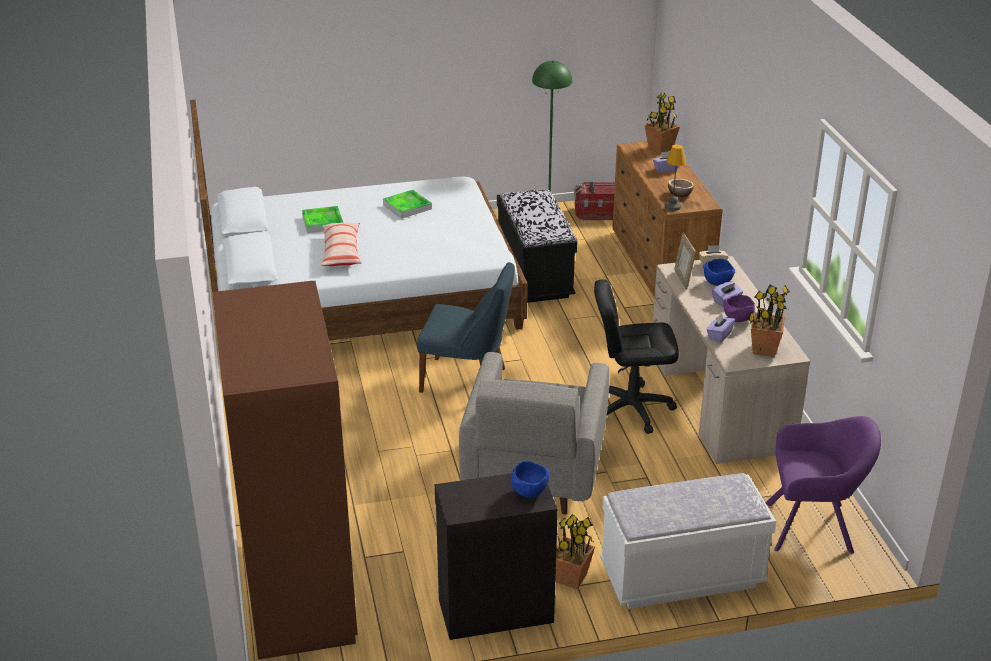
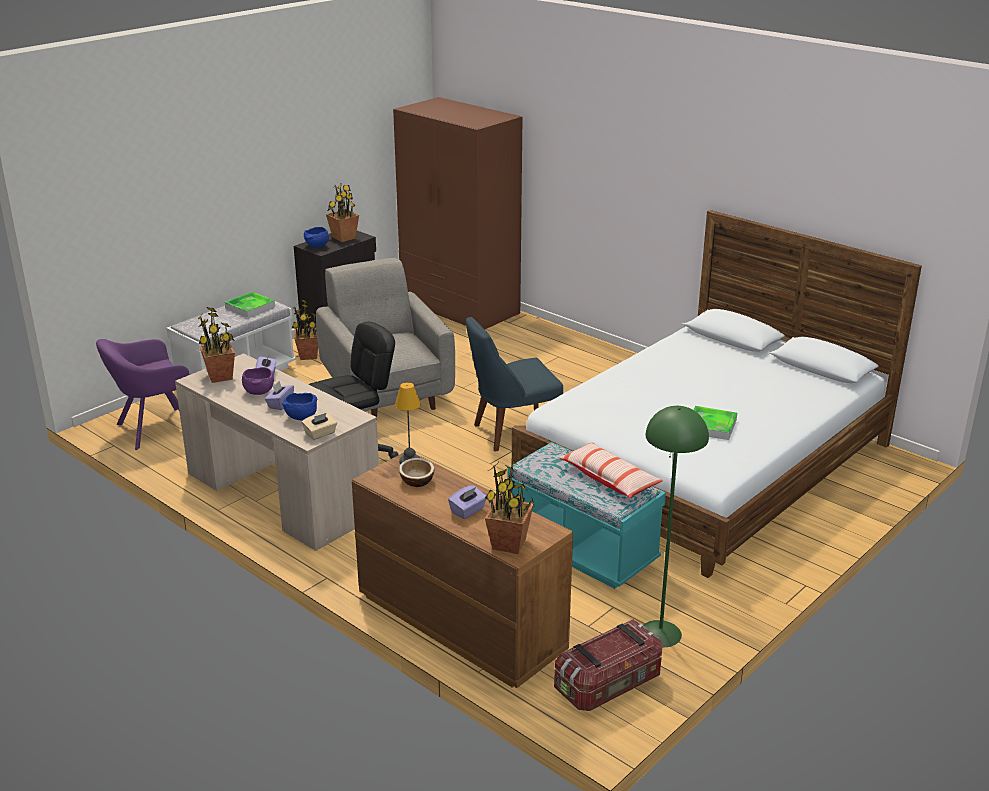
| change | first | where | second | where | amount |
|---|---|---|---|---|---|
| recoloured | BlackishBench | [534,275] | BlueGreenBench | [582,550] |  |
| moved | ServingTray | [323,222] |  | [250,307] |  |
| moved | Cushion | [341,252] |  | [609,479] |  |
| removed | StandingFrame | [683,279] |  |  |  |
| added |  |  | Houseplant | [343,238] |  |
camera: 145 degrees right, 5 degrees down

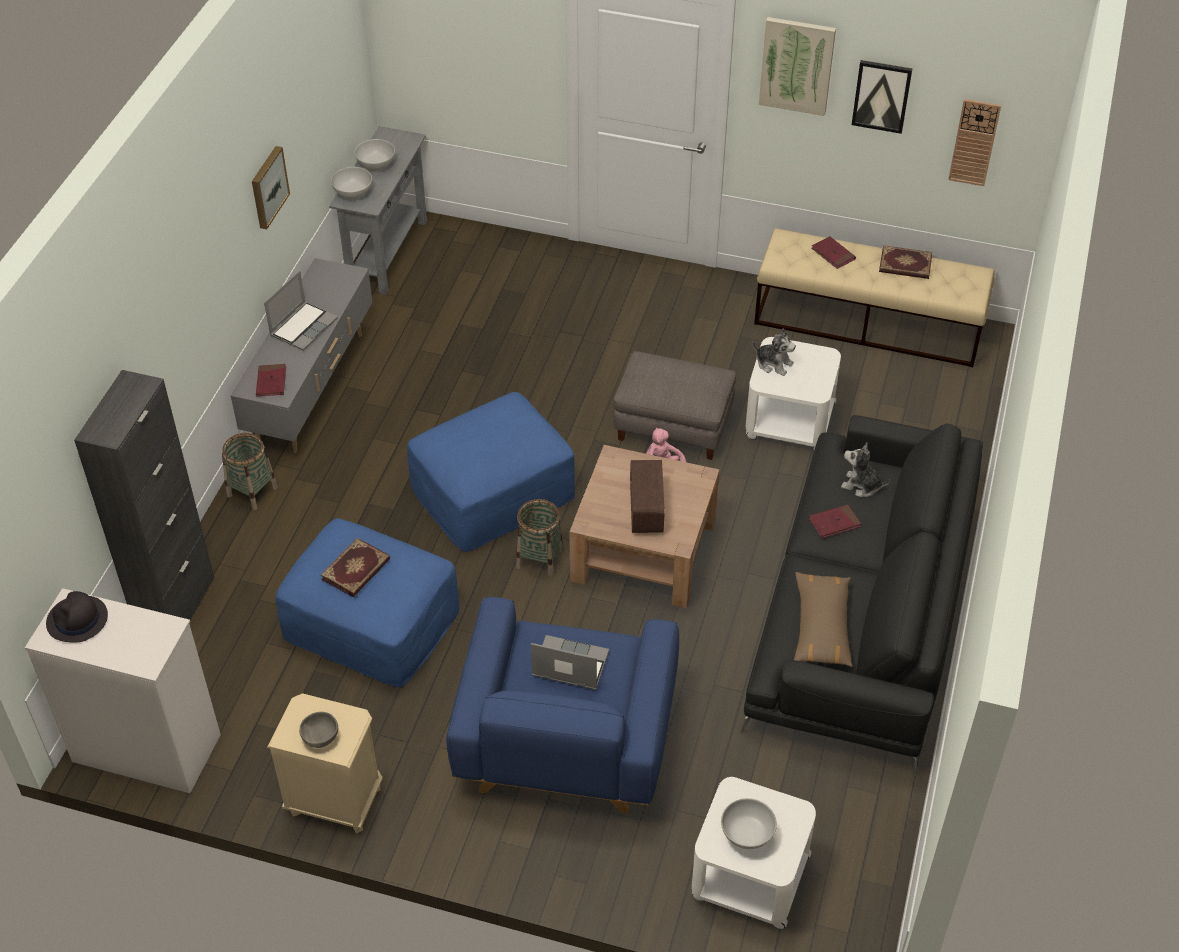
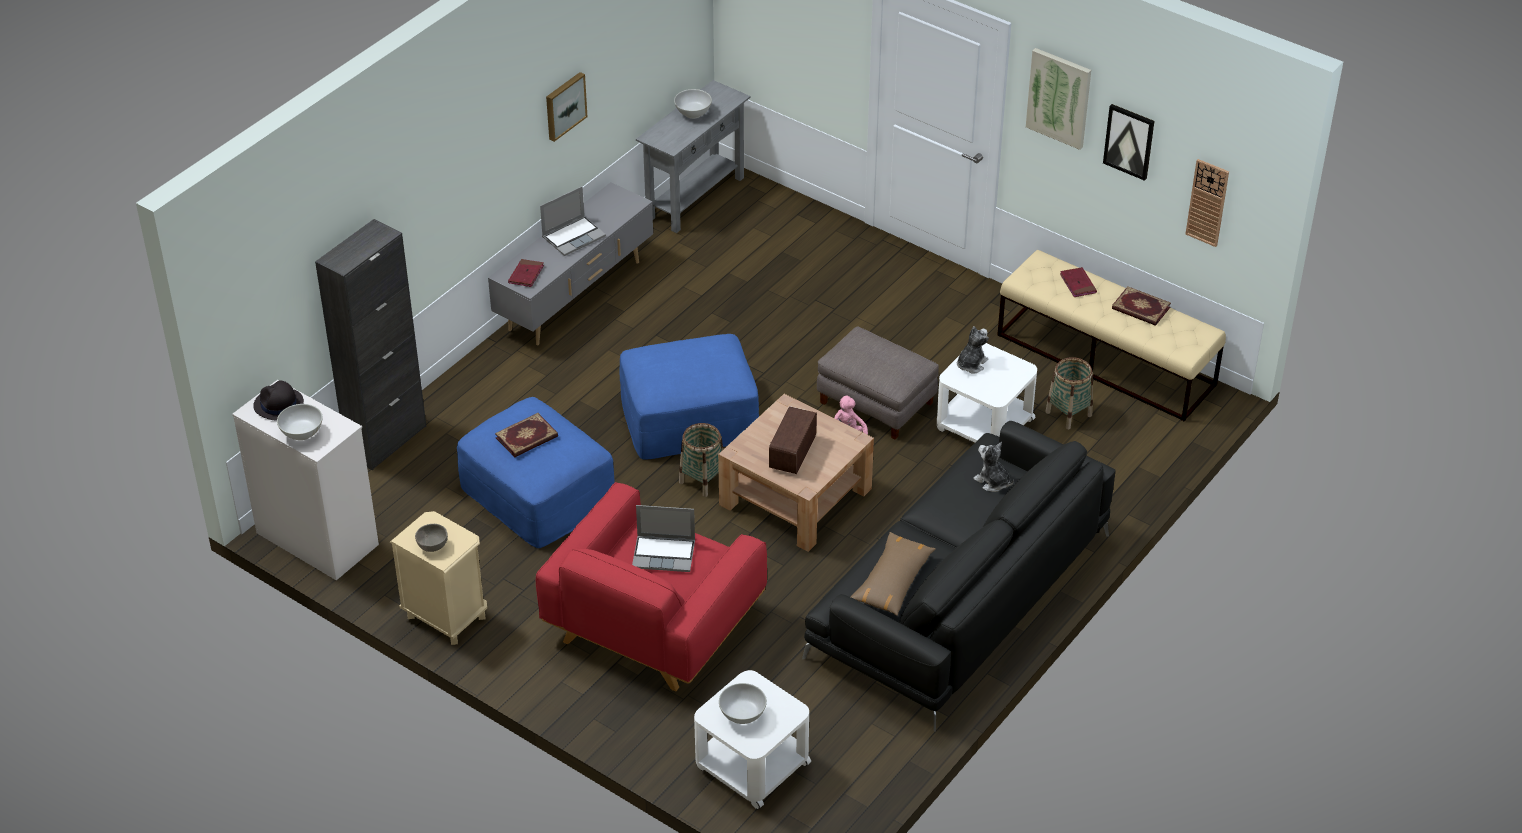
| change | first | where | second | where | amount |
|---|---|---|---|---|---|
| moved | WhiteDeepDish | [353,193] |  | [301,433] |  |
| turned | CuddlyToy | [773,364] |  | [971,364] | 105 degrees counterclockwise |
| moved | Basket | [252,491] |  | [1068,414] |  |
| removed | RedVolume | [834,523] |  |  |  |
| recoloured | BlueColouredArmchair | [566,738] | RedArmchair | [654,622] |  |
| turned | Laptop | [569,665] |  | [664,554] | 150 degrees clockwise |
camera: 20 degrees right, 5 degrees down

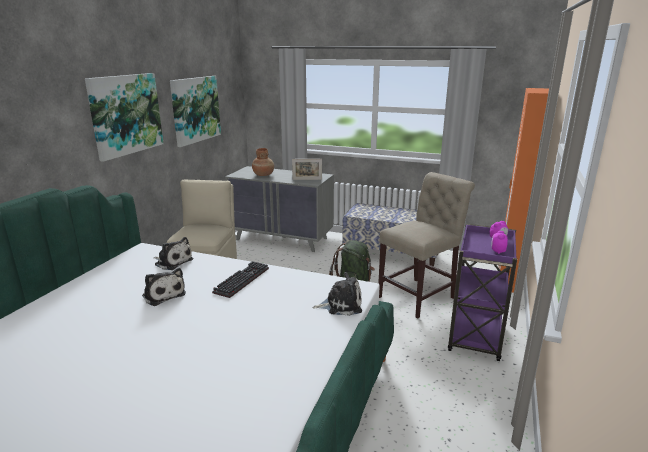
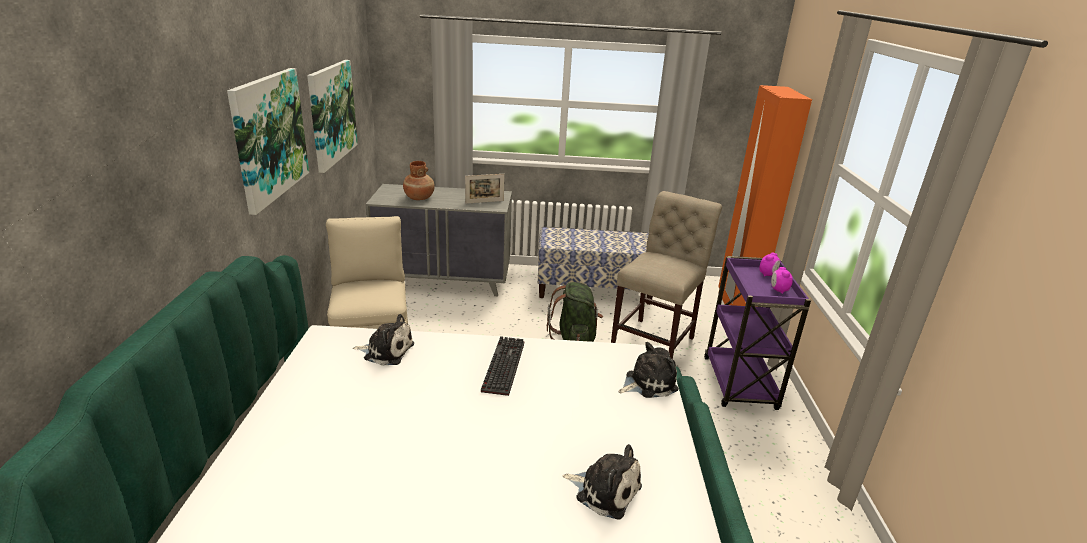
| change | first | where | second | where | amount |
|---|---|---|---|---|---|
| moved | CuddlyToy | [163,294] |  | [605,490] |  |
camera: 20 degrees left, 5 degrees up

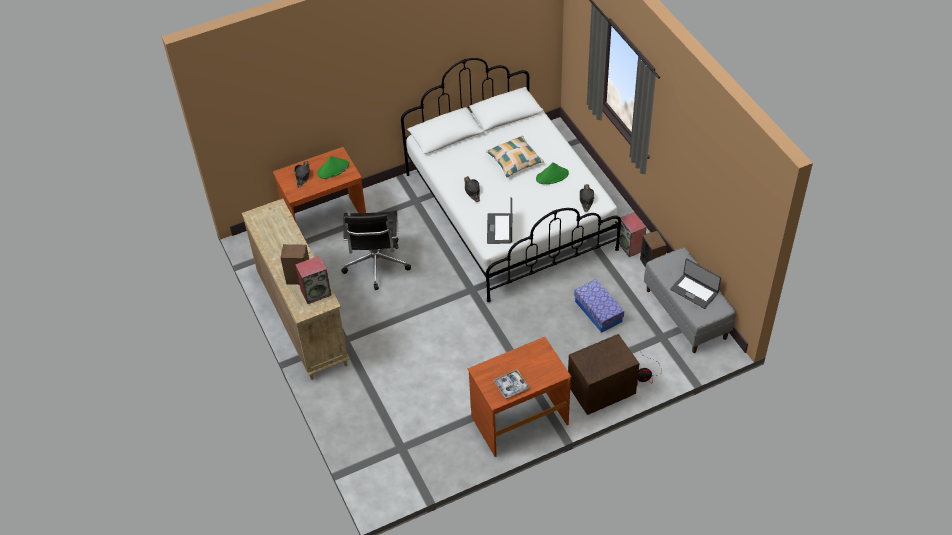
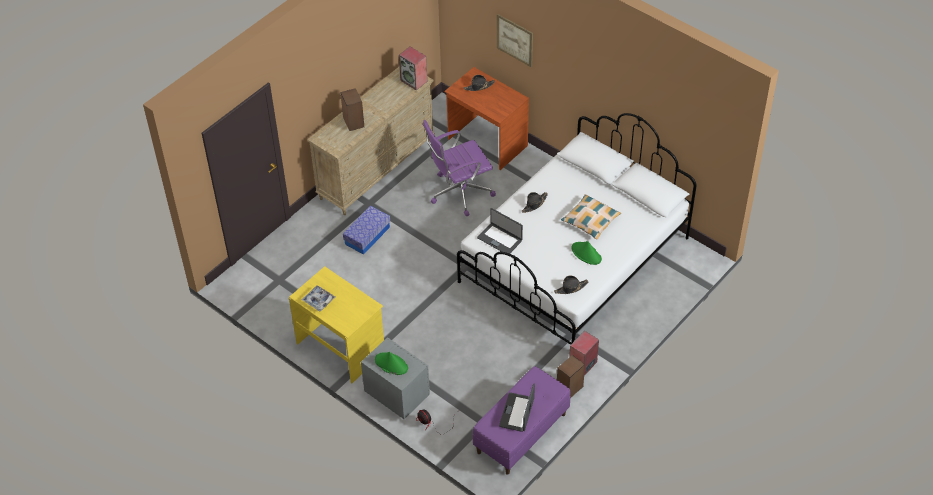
| change | first | where | second | where | amount |
|---|---|---|---|---|---|
| moved | GreenColouredWearableHat | [333,169] |  | [391,364] |  |
| turned | Laptop | [500,228] |  | [500,239] | 120 degrees counterclockwise |
| recoloured | BlackishOfficeChair | [376,265] | PurpleColouredOfficeChair | [459,192] |  |
| recoloured | GreyBench | [686,314] | PurpleColouredBench | [521,434] |  |
| moved | Loudspeaker | [316,292] |  | [414,81] |  |
| moved | StorageBin | [598,311] |  | [367,235] |  |
| recoloured | BrownishBedsideTable | [600,392] | GreyBedsideTable | [397,395] |  |
| recoloured | BrownishDeskTable | [519,420] | YellowDeskTable | [341,347] |  |
| added |  |  | WallArt | [515,40] |  |
camera: 65 degrees right, 0 degrees up

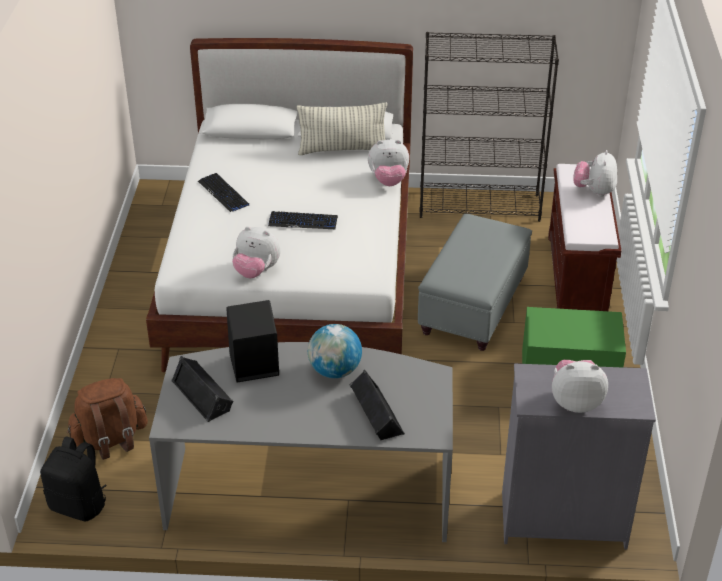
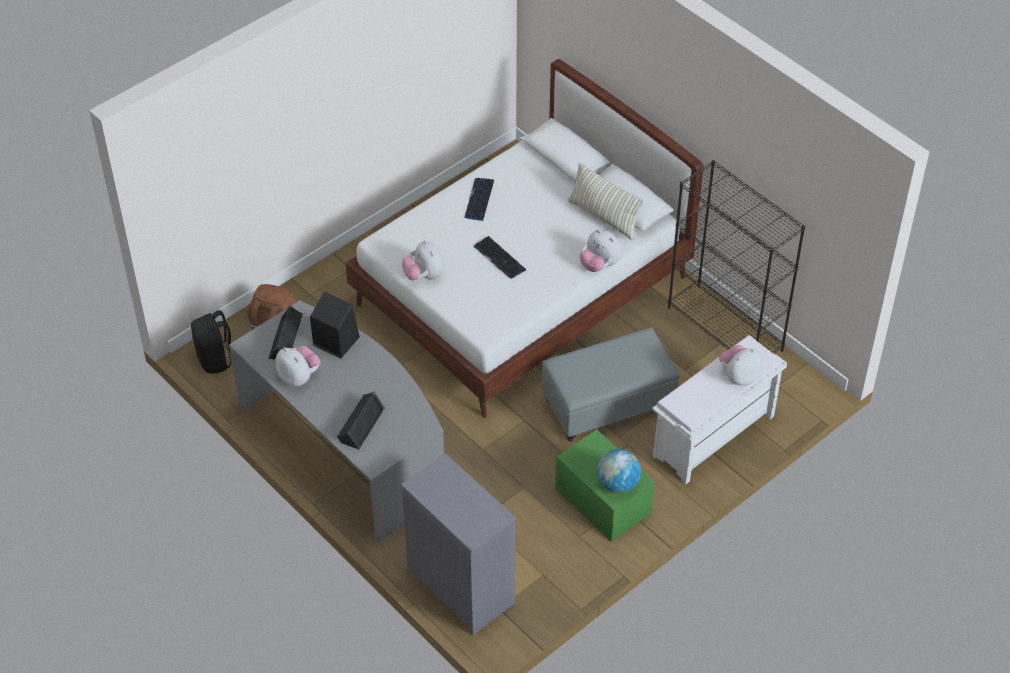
| change | first | where | second | where | amount |
|---|---|---|---|---|---|
| recoloured | BrownishBench | [577,277] | WhiteBench | [713,437] |  |
| moved | Globe | [335,371] |  | [617,483] |  |
| moved | CuddlyToy | [575,402] |  | [299,377] |  |
camera: 45 degrees right, 10 degrees up

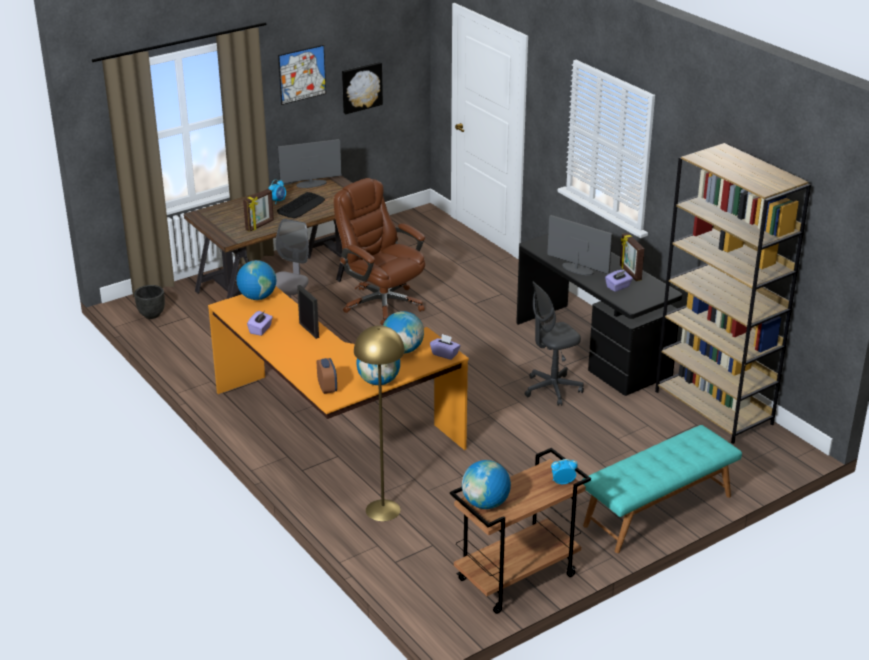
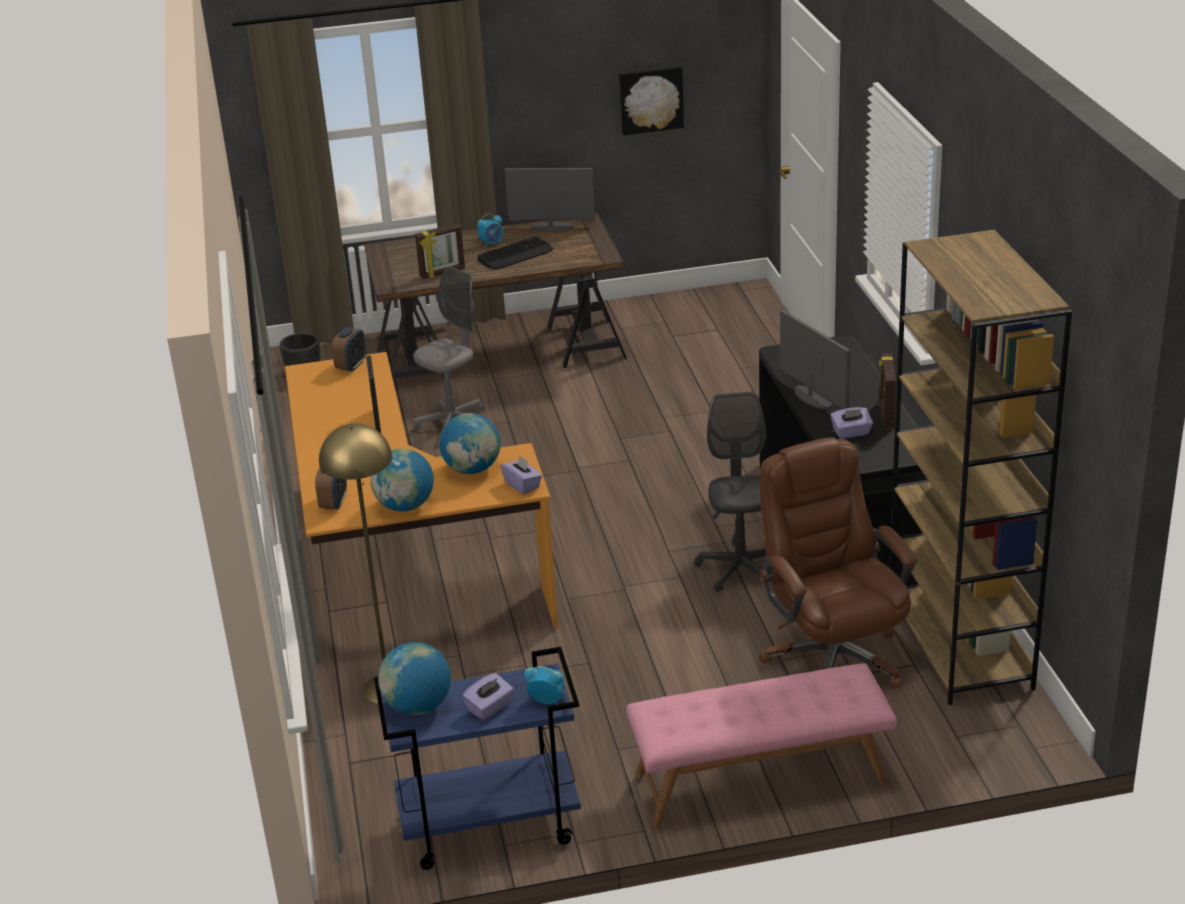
| change | first | where | second | where | amount |
|---|---|---|---|---|---|
| removed | WallArt | [302,74] |  |  |  |
| moved | BrownishOfficeChair | [382,304] |  | [833,658] |  |
| replaced | Globe | [257,297] | AlarmClock | [351,366] |  |
| turned | GreyOfficeChair | [552,389] |  | [740,569] | 90 degrees clockwise |
| moved | PurpleColouredBoxOfTissues | [260,330] |  | [490,708] |  |
| recoloured | BlueGreenBench | [658,511] | PinkColouredBench | [760,780] |  |
| recoloured | BrownishCart | [516,579] | BlueColouredCart | [488,827] |  |
camera: 25 degrees right, 0 degrees up

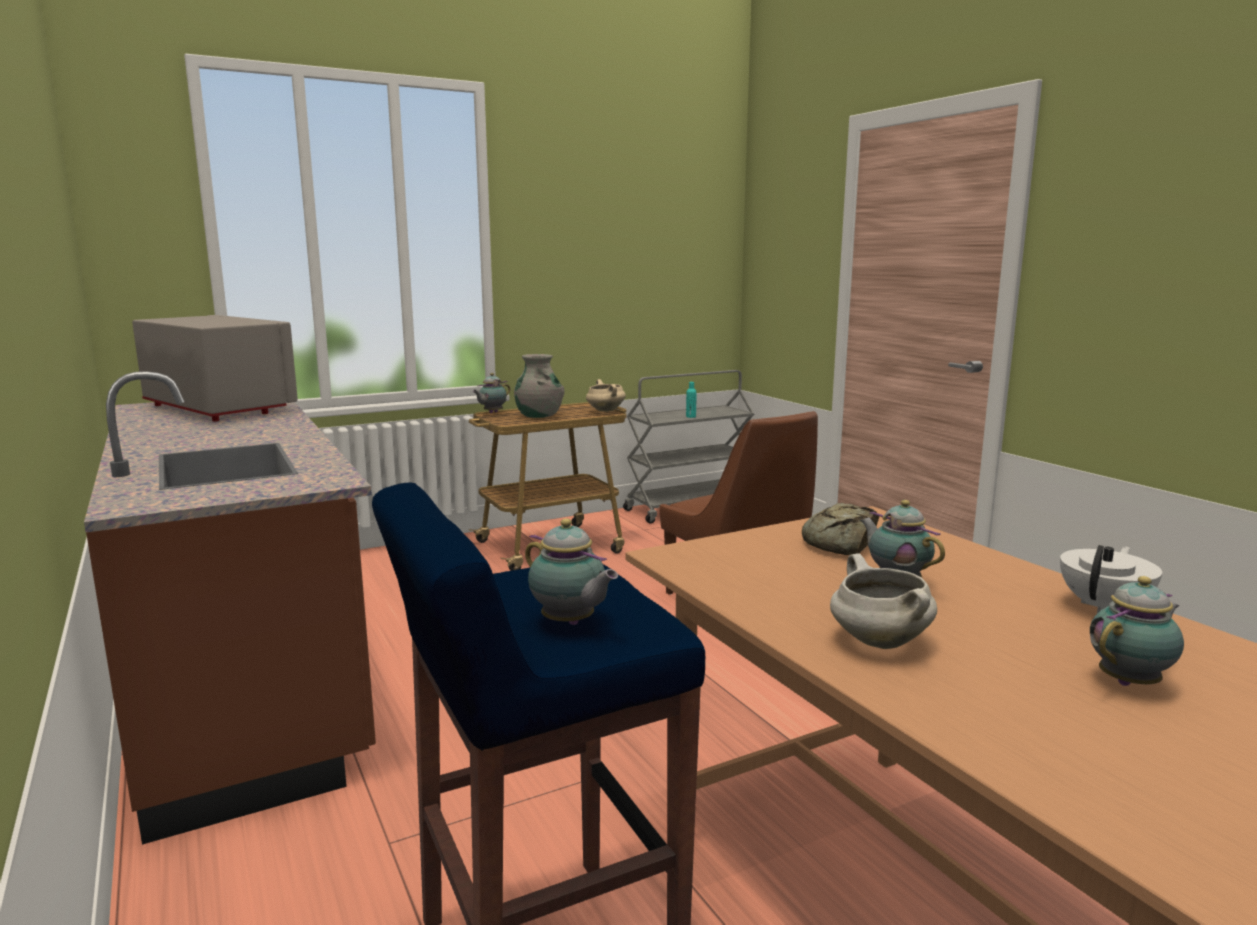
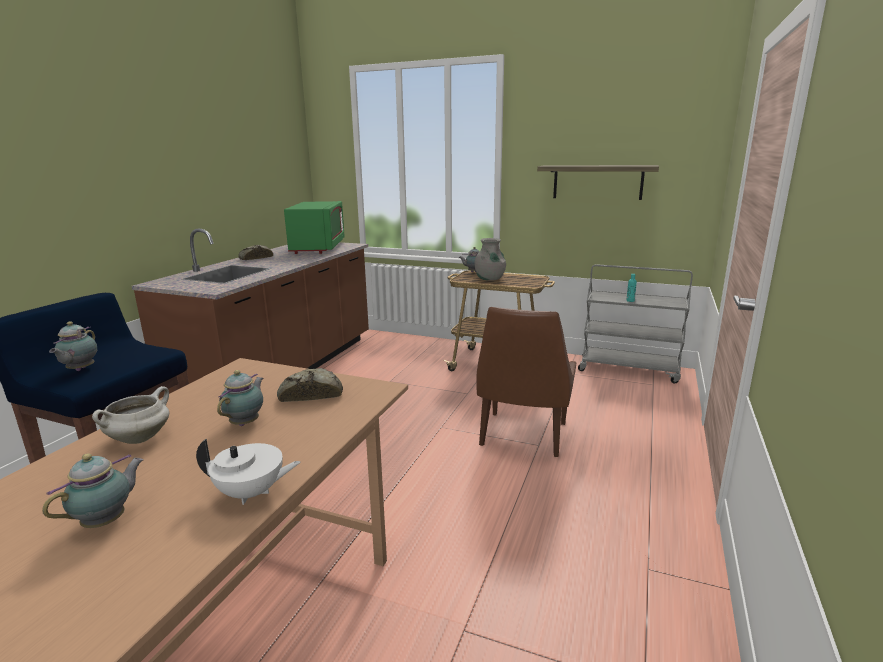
| change | first | where | second | where | amount |
|---|---|---|---|---|---|
| recoloured | GreyKitchenMicrowave | [219,408] | GreenColouredKitchenMicrowave | [318,248] |  |
| removed | BeigeColouredCookingPot | [605,411] |  |  |  |
| turned | Teapot | [1131,682] |  | [107,521] | 75 degrees counterclockwise |
| added |  |  | Shelf | [597,182] |  |
| added |  |  | Bread | [255,258] |  |
camera: 50 degrees right, 5 degrees up

